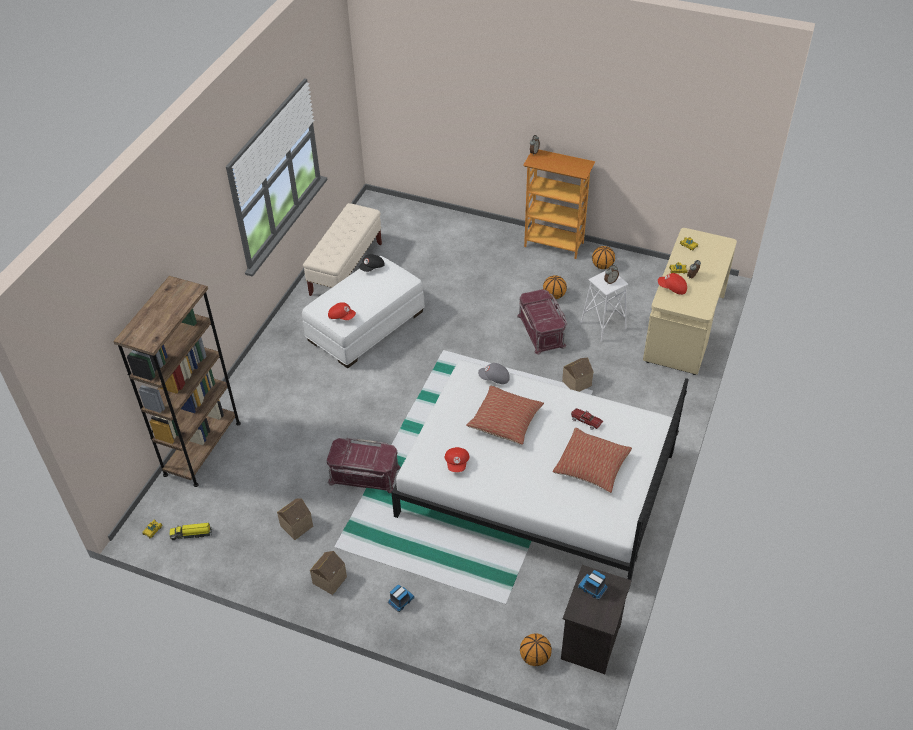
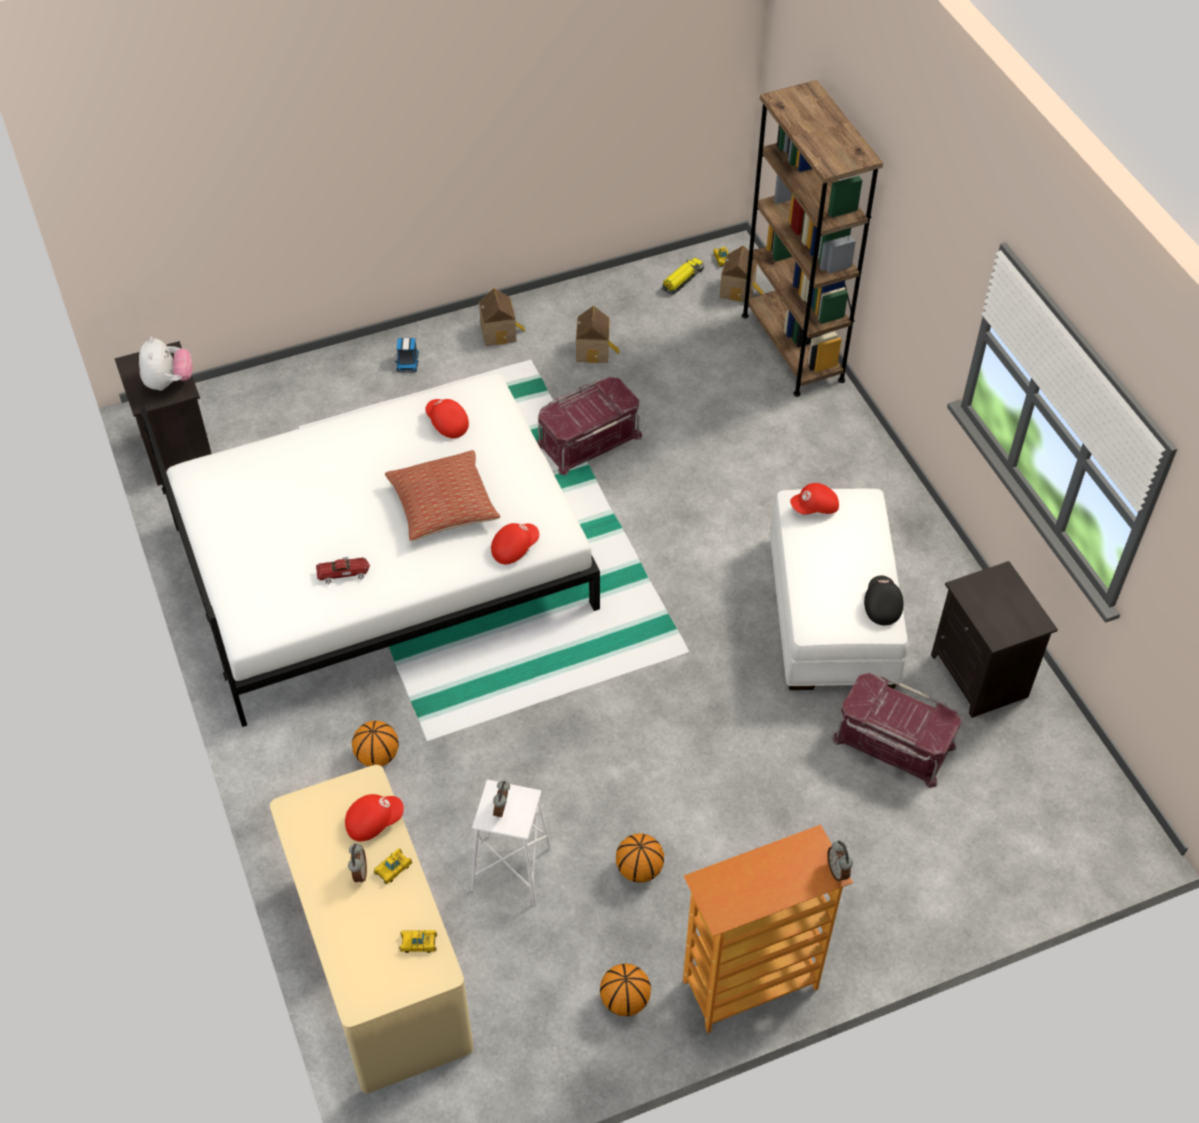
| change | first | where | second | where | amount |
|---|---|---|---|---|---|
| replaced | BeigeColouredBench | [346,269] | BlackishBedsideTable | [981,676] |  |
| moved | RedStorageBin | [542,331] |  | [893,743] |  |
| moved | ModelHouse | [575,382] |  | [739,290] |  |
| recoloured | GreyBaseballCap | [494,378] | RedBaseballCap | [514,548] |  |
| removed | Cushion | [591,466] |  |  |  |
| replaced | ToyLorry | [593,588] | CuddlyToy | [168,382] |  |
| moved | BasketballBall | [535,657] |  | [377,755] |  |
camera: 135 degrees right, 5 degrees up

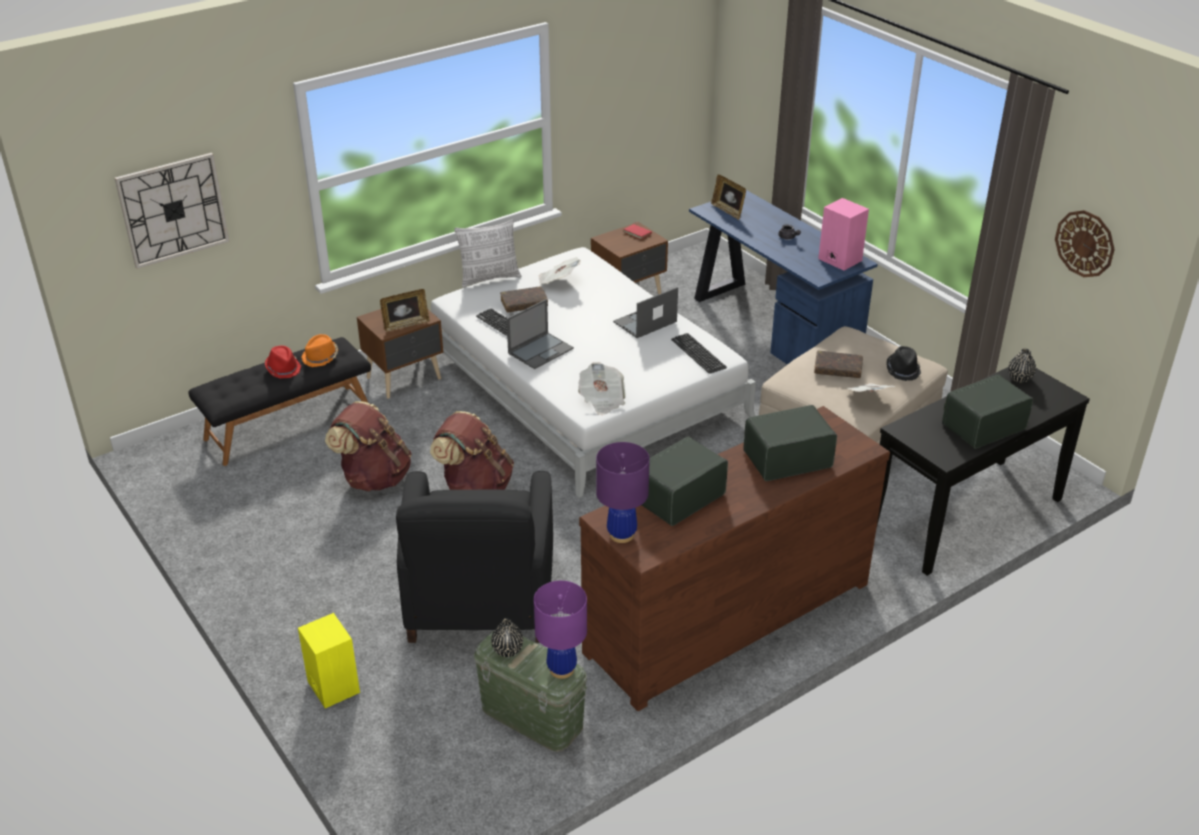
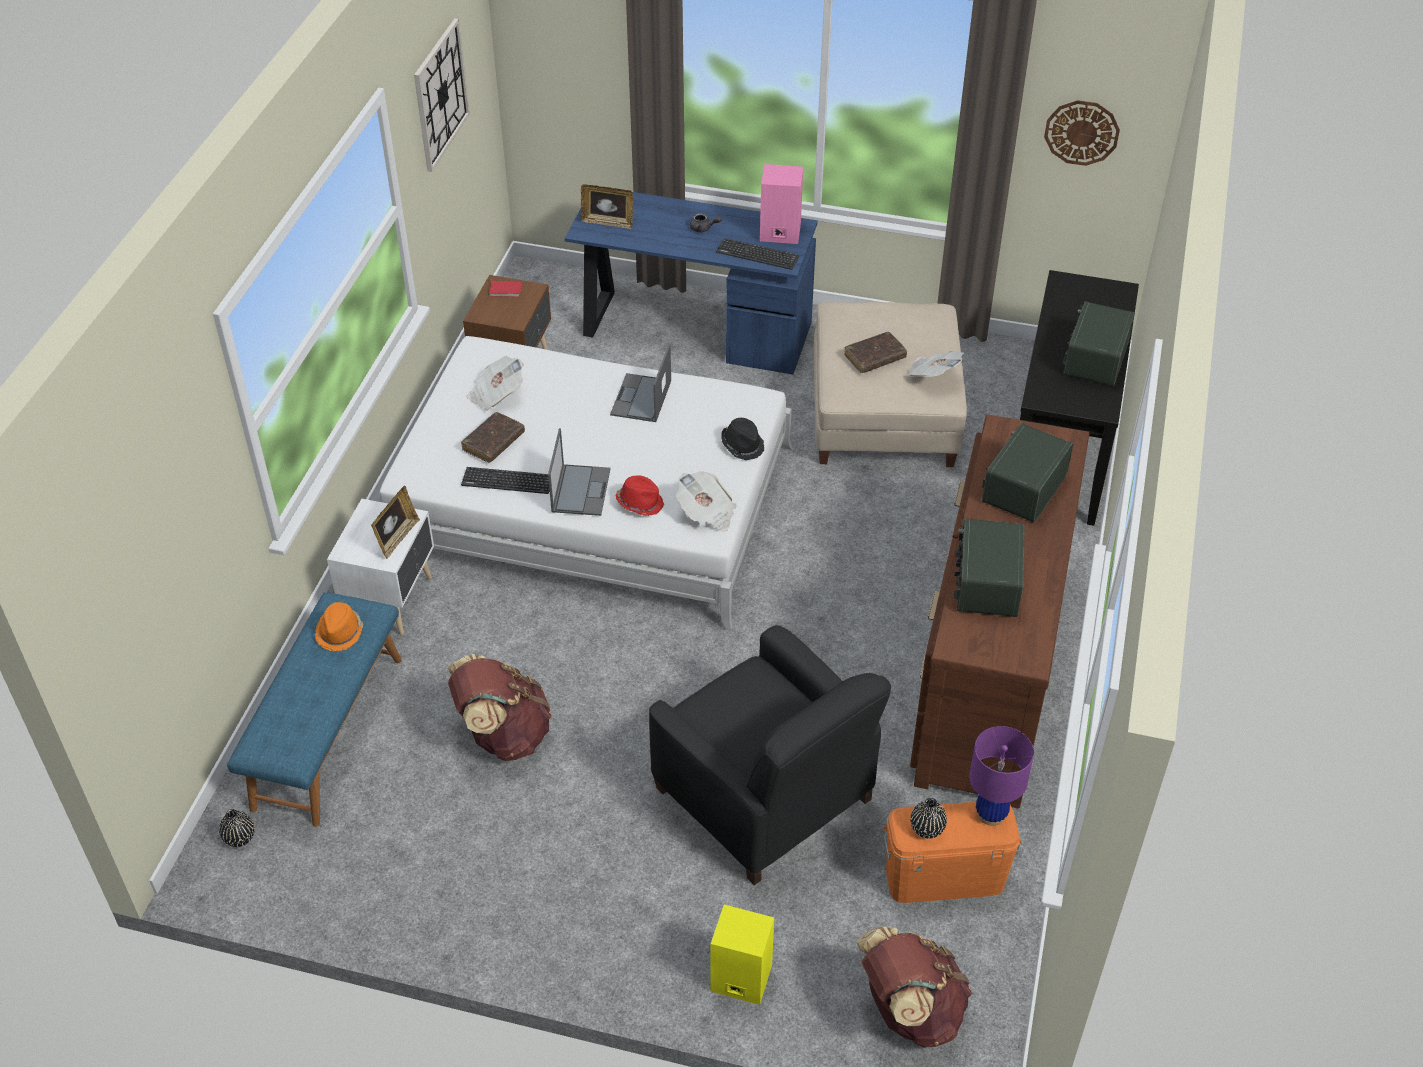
| change | first | where | second | where | amount |
|---|---|---|---|---|---|
| moved | WallClock | [173,210] |  | [440,94] |  |
| removed | Cushion | [489,278] |  |  |  |
| recoloured | BrownishBedsideTable | [405,379] | WhiteBedsideTable | [392,599] |  |
| moved | Keyboard | [698,354] |  | [757,254] |  |
| recoloured | BlackishBench | [288,424] | BlueColouredBench | [327,731] |  |
| moved | RedWearableHat | [283,369] |  | [640,503] |  |
| moved | BlackishWearableHat | [903,370] |  | [743,445] |  |
| moved | BlackishVase | [1019,378] |  | [239,838] |  |
| moved | BrownishBackpack | [475,488] |  | [909,1011] |  |
| removed | PurpleColouredLampForATable | [621,534] |  |  |  |
| recoloured | GreenColouredStorageBin | [531,717] | OrangeStorageBin | [944,877] |  |
camera: 40 degrees left, 10 degrees up

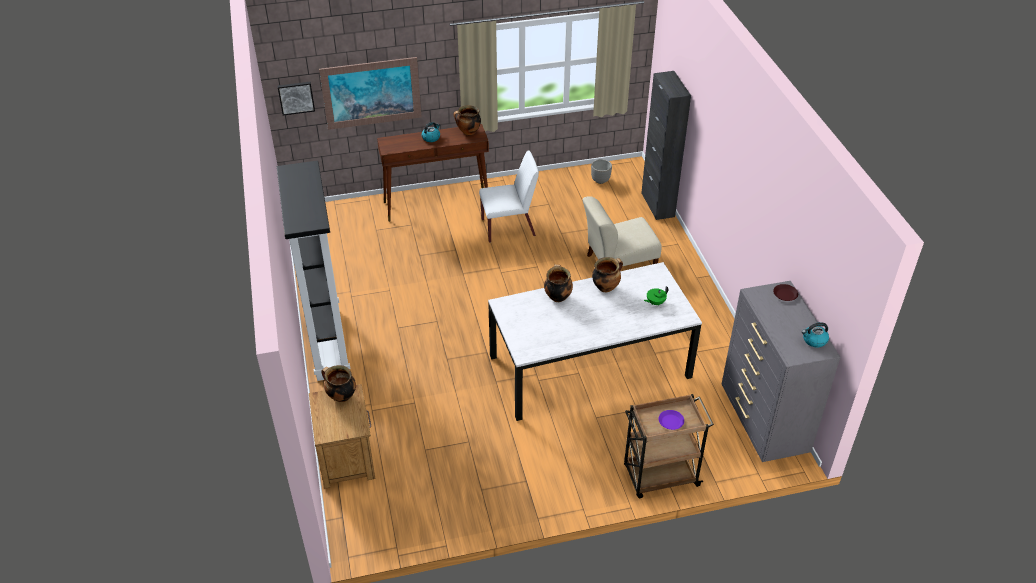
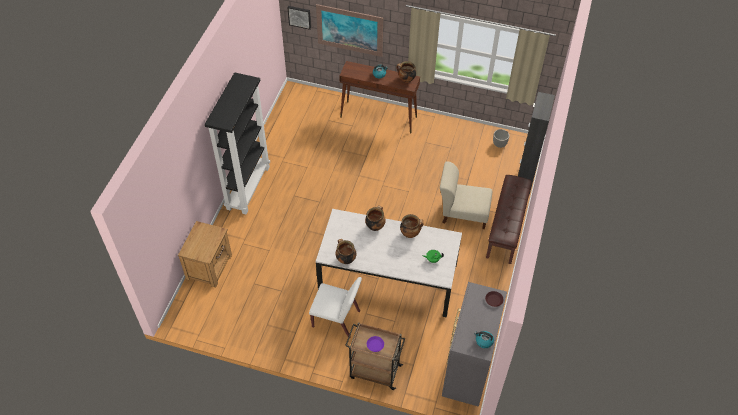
| change | first | where | second | where | amount |
|---|---|---|---|---|---|
| moved | WhiteChair | [509,227] |  | [337,319] |  |
| moved | CookingPot | [341,396] |  | [345,259] |  |
| added |  |  | BrownishBench | [507,228] |  |
camera: 30 degrees right, 10 degrees up

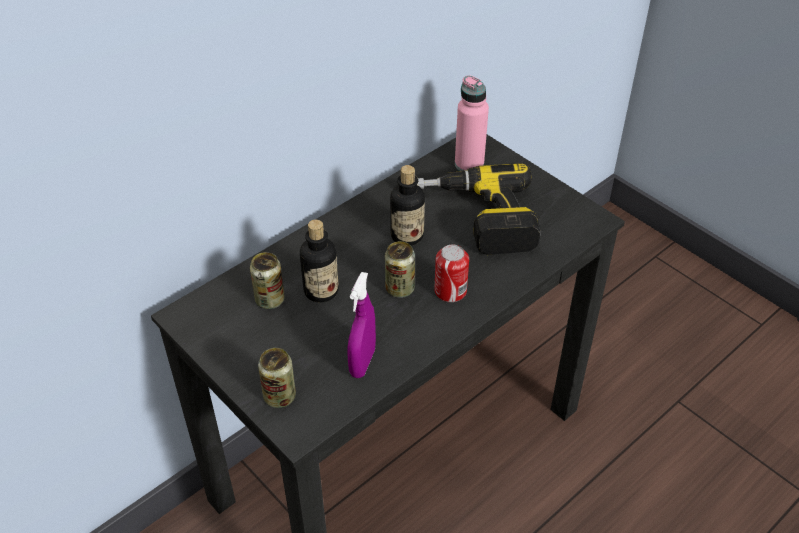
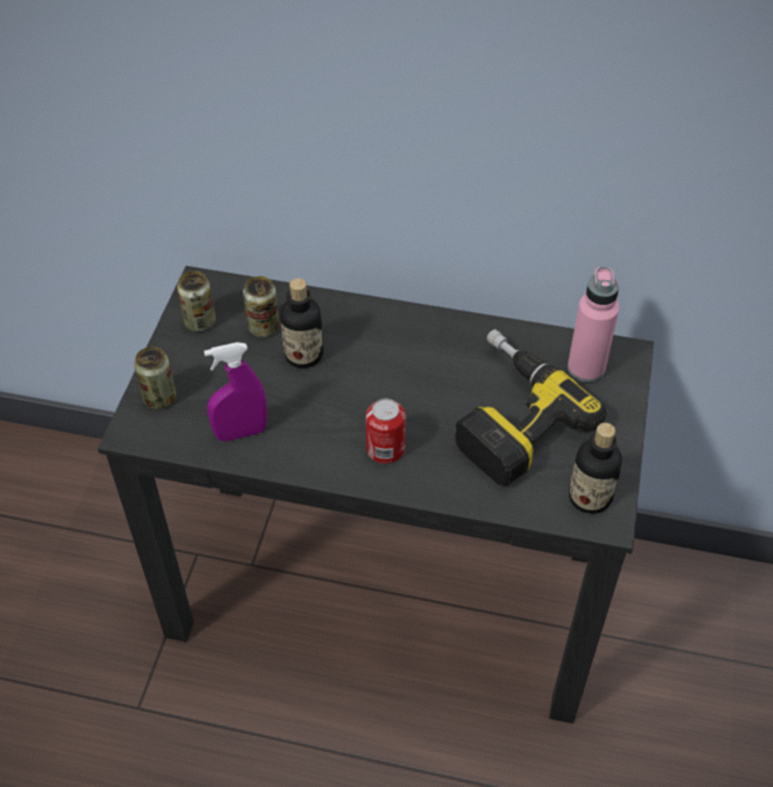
| change | first | where | second | where | amount |
|---|---|---|---|---|---|
| moved | Bottle | [407,236] |  | [589,497] |  |
| moved | SealedCan | [400,289] |  | [200,322] |  |
camera: 55 degrees right, 5 degrees up

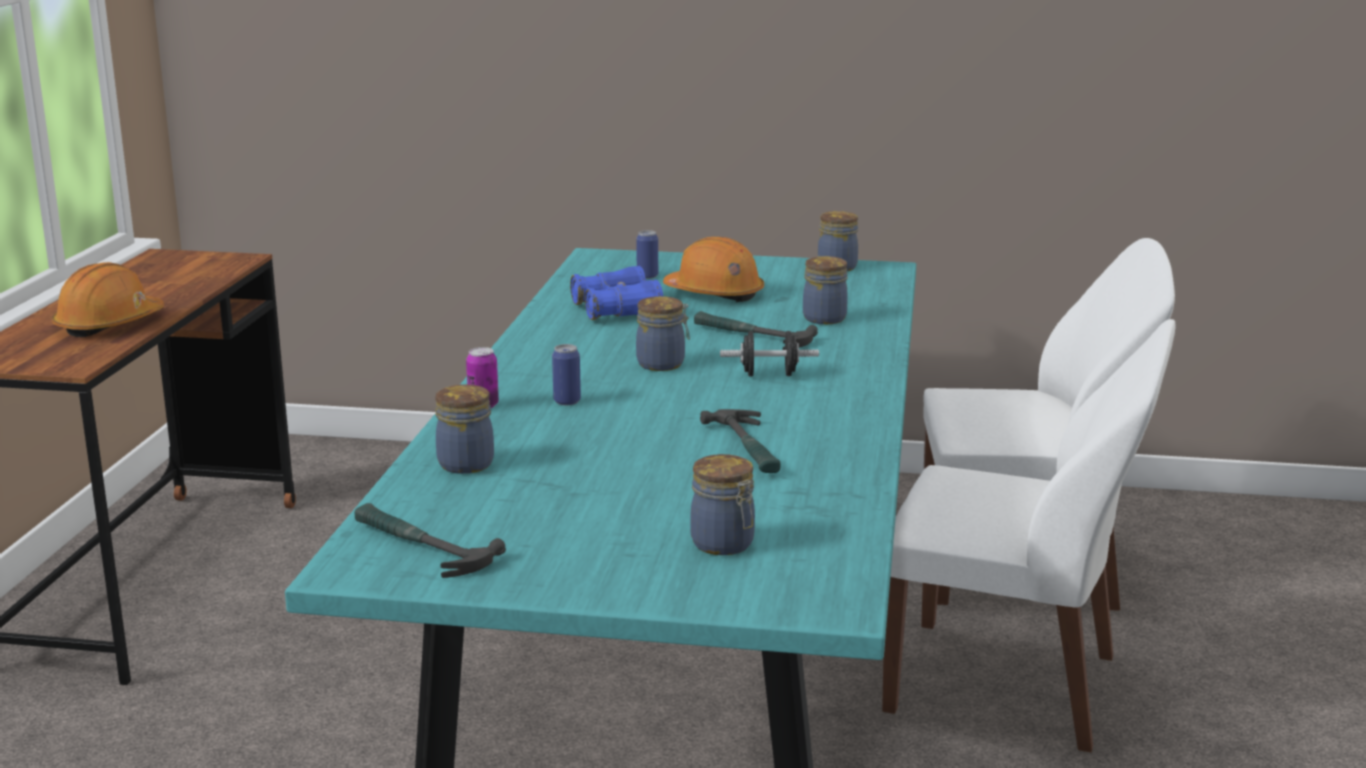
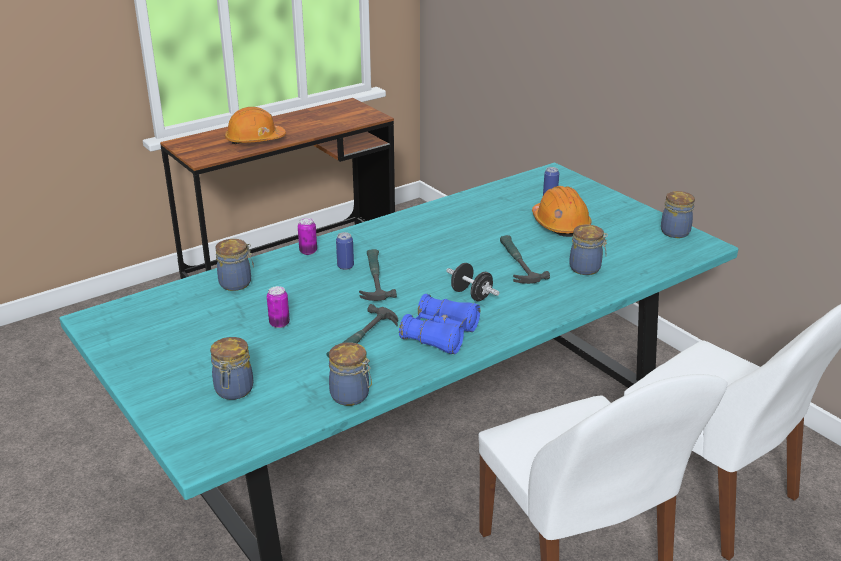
| change | first | where | second | where | amount |
|---|---|---|---|---|---|
| moved | BlueColouredPairOfBinoculars | [617,310] |  | [440,334] |  |
| moved | Jar | [663,364] |  | [351,396] |  |
| moved | Hammer | [419,547] |  | [374,279] |  |
| added |  |  | SealedCan | [279,323] |  |
camera: 45 degrees right, 10 degrees up

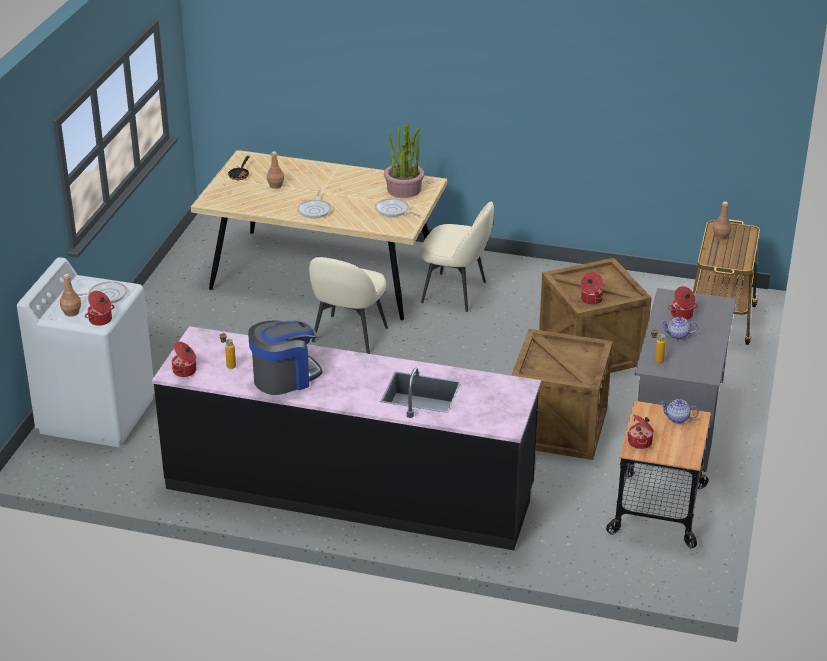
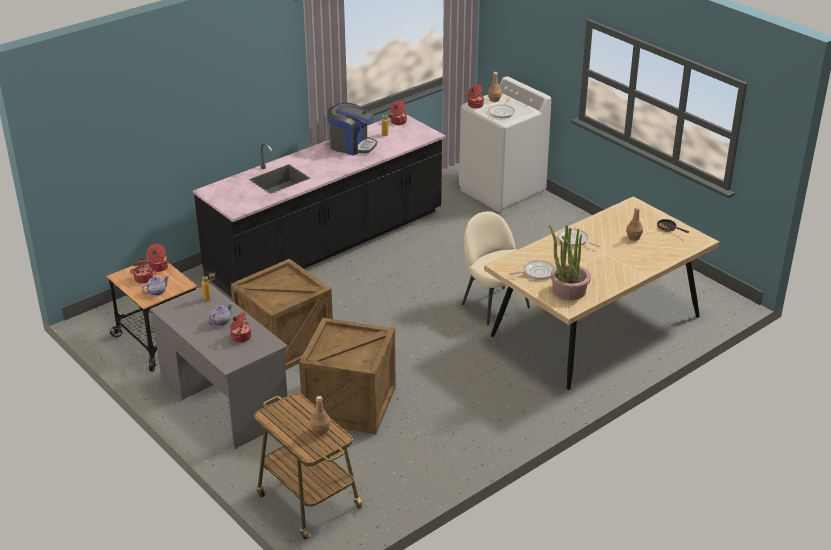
| change | first | where | second | where | amount |
|---|---|---|---|---|---|
| removed | BeigeColouredChair | [456,292] |  |  |  |
| moved | CookingPot | [591,299] |  | [144,278] |  |
| turned | CoffeeBrewer | [285,377] |  | [351,145] | 75 degrees counterclockwise |
camera: 125 degrees right, 0 degrees up

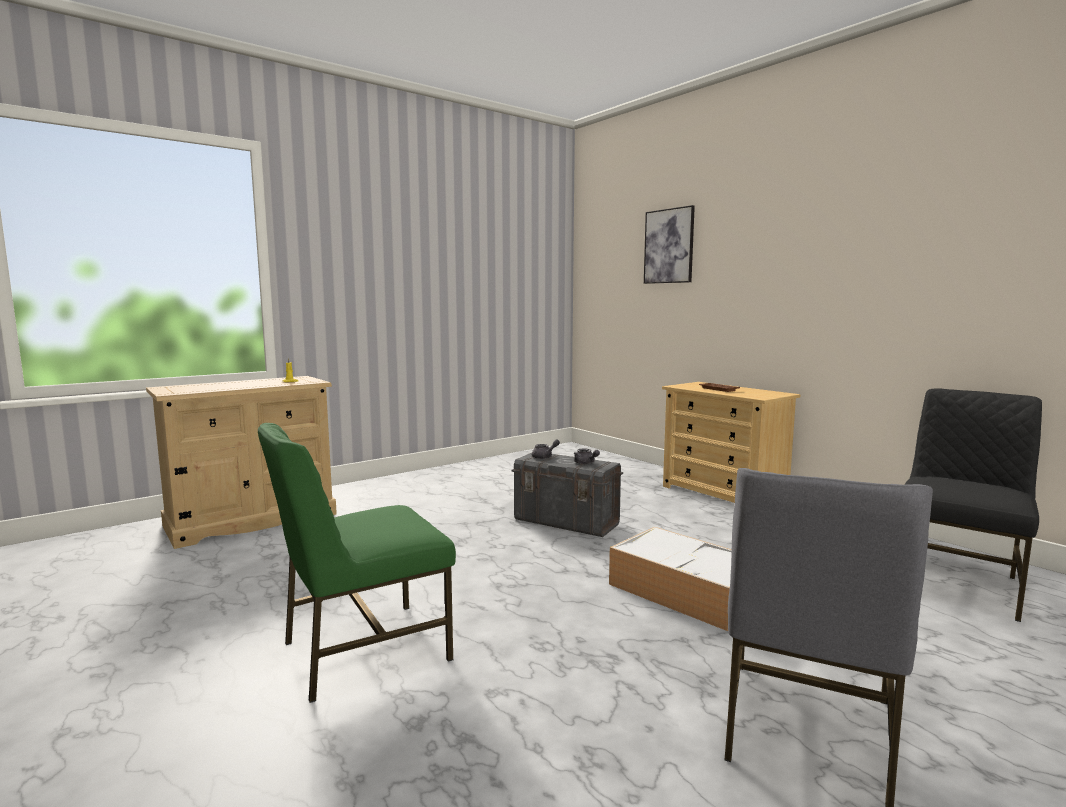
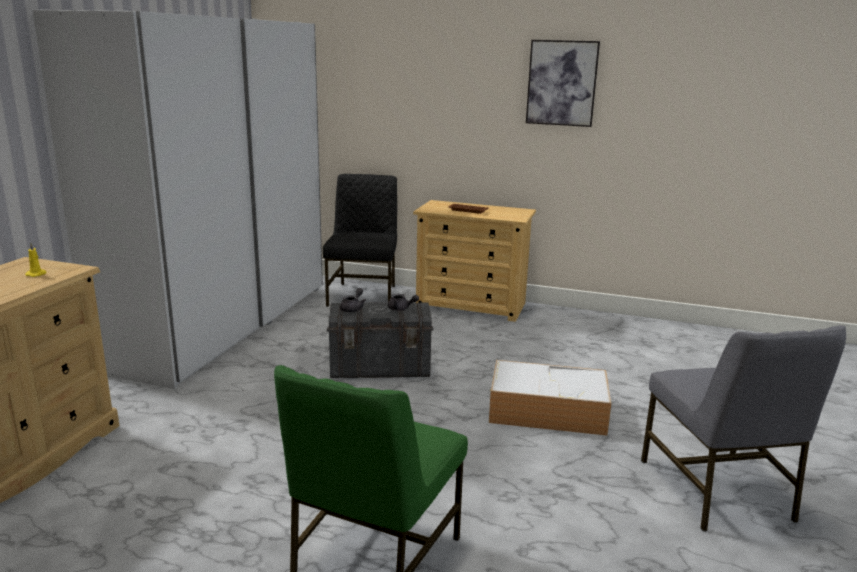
| change | first | where | second | where | amount |
|---|---|---|---|---|---|
| moved | WallArt | [669,246] |  | [562,83] |  |
| moved | BlackishChair | [957,583] |  | [364,295] |  |
| added |  |  | WhiteClothesCupboard | [222,324] |  |
camera: 35 degrees left, 10 degrees up

